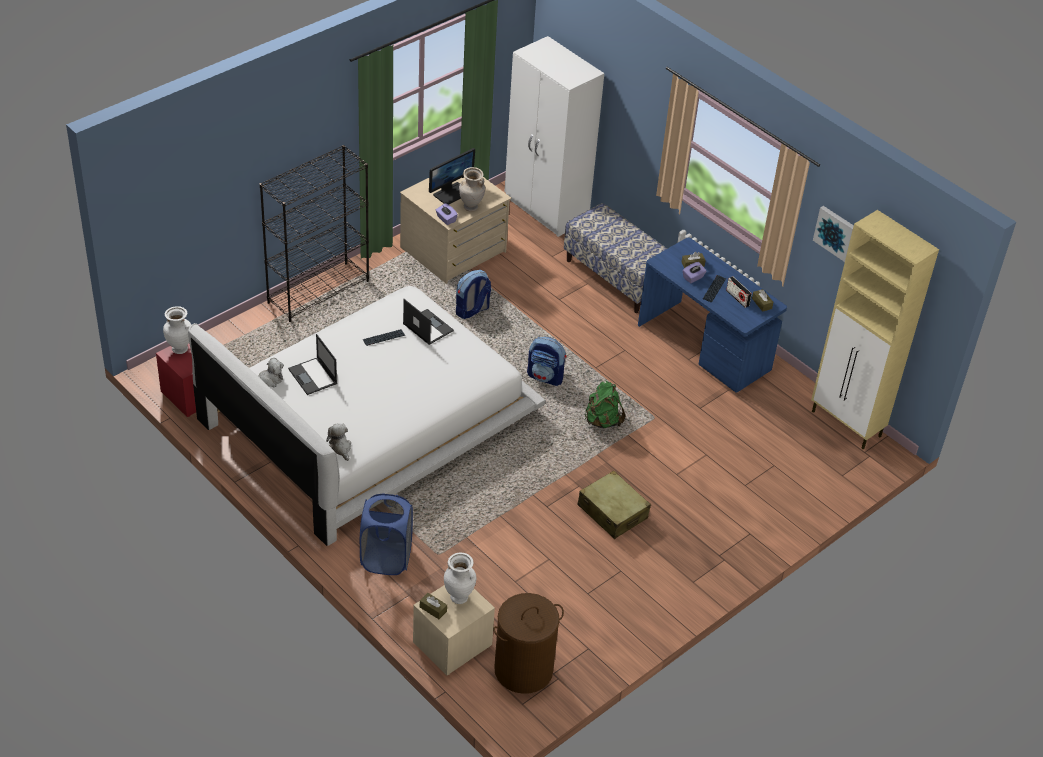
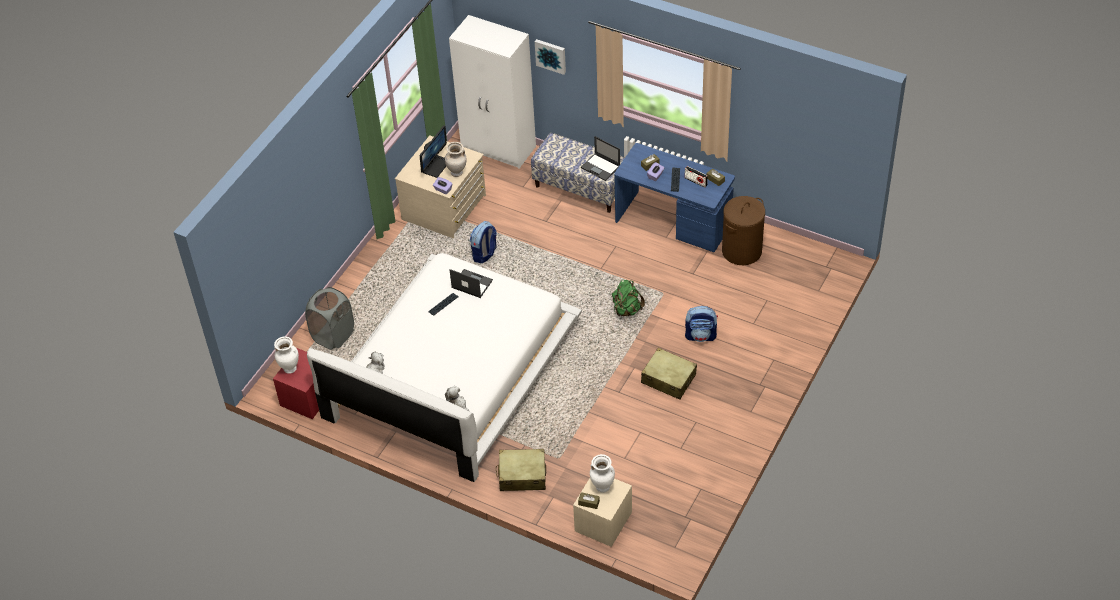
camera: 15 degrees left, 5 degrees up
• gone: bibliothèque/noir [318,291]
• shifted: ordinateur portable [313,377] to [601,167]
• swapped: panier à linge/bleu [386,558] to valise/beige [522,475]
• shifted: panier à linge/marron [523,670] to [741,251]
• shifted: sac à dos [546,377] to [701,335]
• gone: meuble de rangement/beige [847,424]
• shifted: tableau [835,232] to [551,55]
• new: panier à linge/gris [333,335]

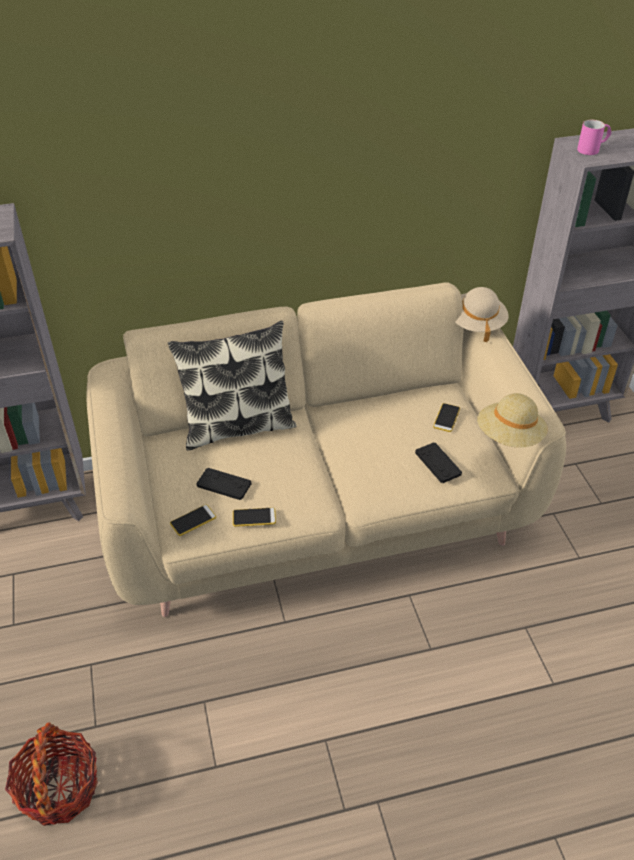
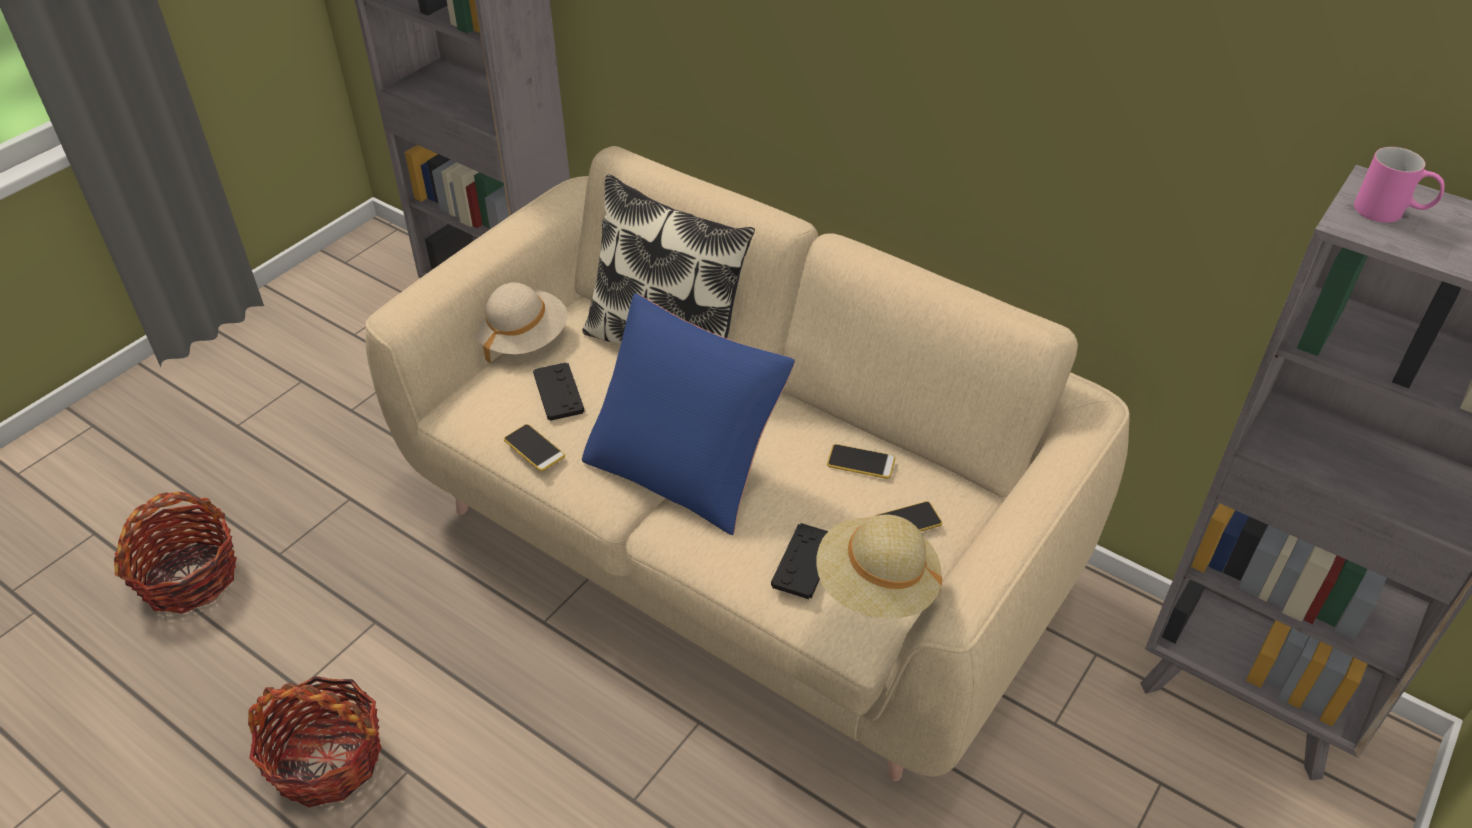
camera: 50 degrees right, 0 degrees up
• shifted: téléphone [193,520] to [861,462]
• shifted: chapeau/beige [475,324] to [522,338]
• new: panier [327,759]
• new: coussin/bleu [685,465]

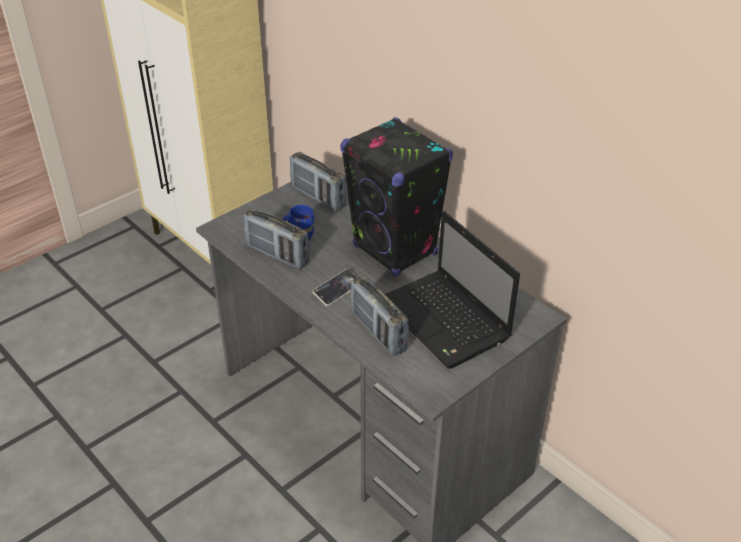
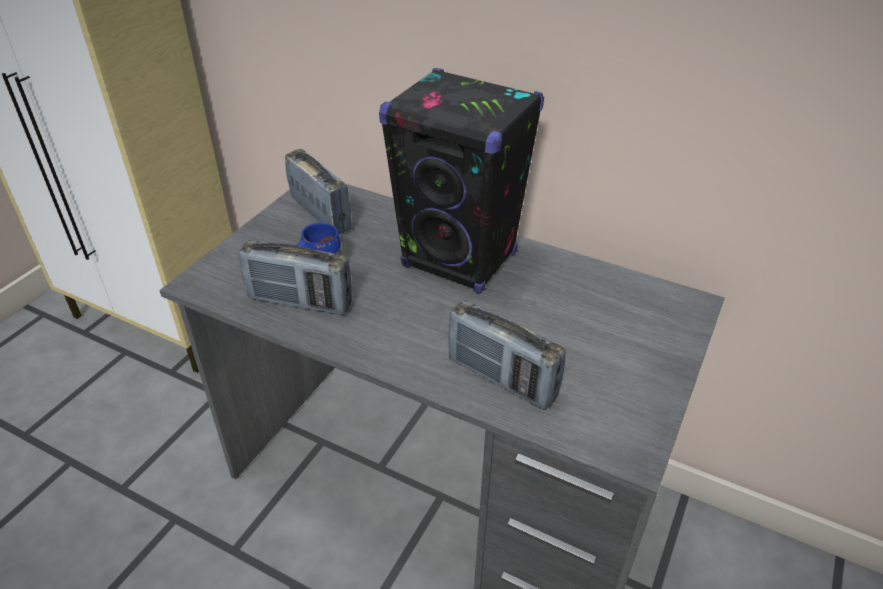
camera: 20 degrees left, 0 degrees up
• rotated: radio [318,197] = [320,214] 150 degrees counterclockwise
• gone: téléphone [337,290]
• gone: ordinateur portable [446,321]

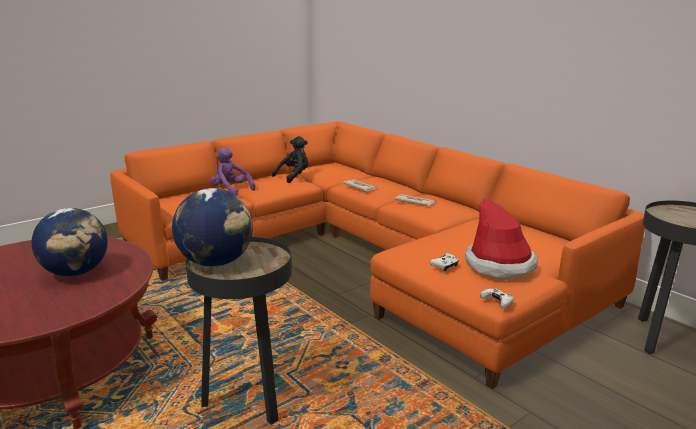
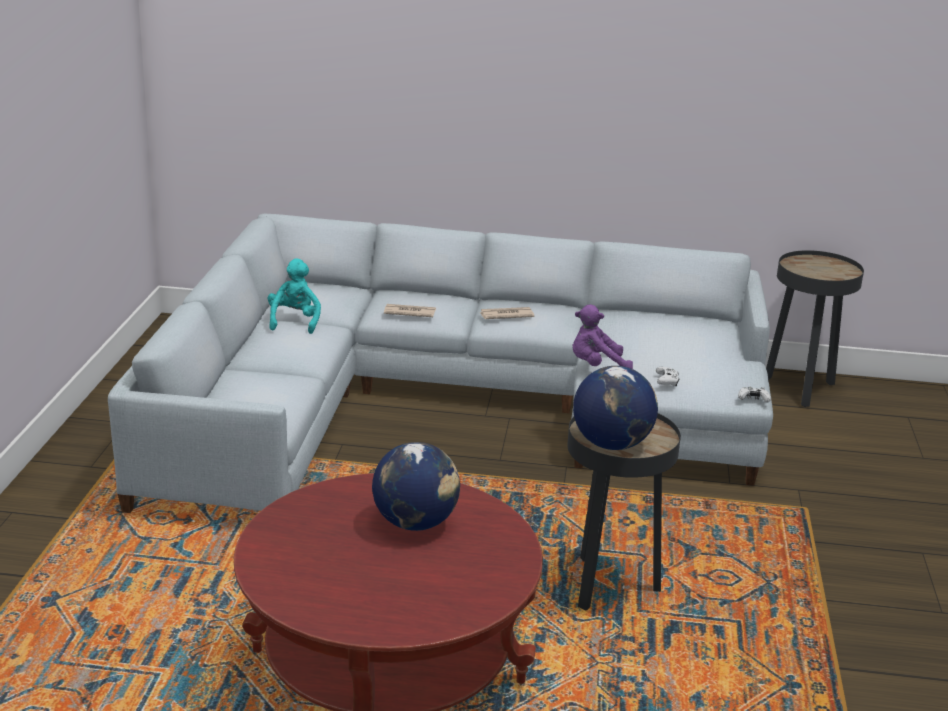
camera: 45 degrees left, 5 degrees up
• repainted: canapé/orange [365,256] to canapé/gris [447,405]
• shifted: peluche/violet [230,190] to [596,366]
• repainted: peluche/noir [294,176] to peluche/turquoise [294,321]
• gone: chapeau [499,265]

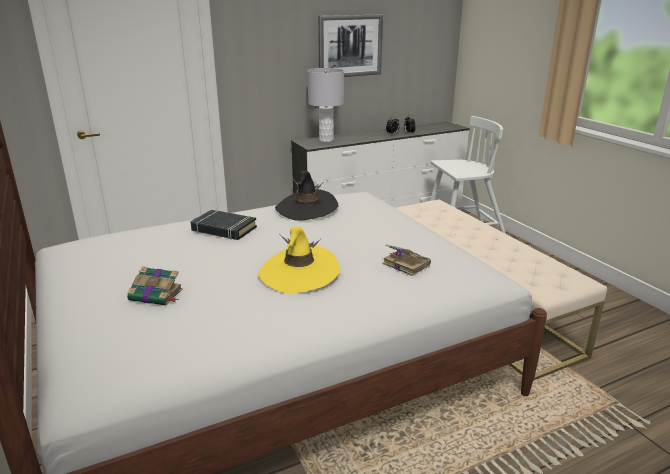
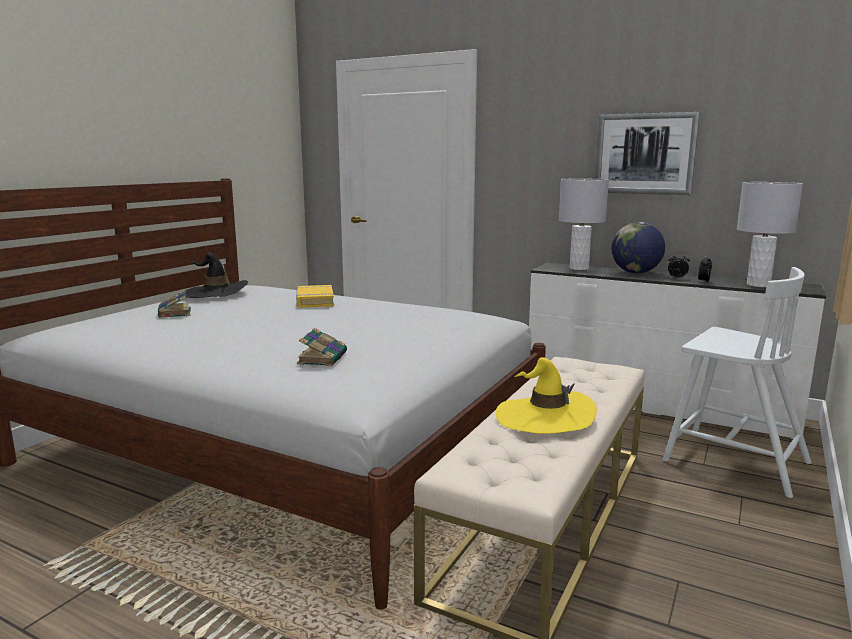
camera: 55 degrees right, 10 degrees down
• repainted: livre/noir [223,229] to livre/jaune [315,301]
• shifted: chapeau/jaune [299,273] to [545,417]
• shifted: chapeau/noir [306,208] to [215,294]
• new: globe [636,273]
• new: lampe de table/gris [758,285]

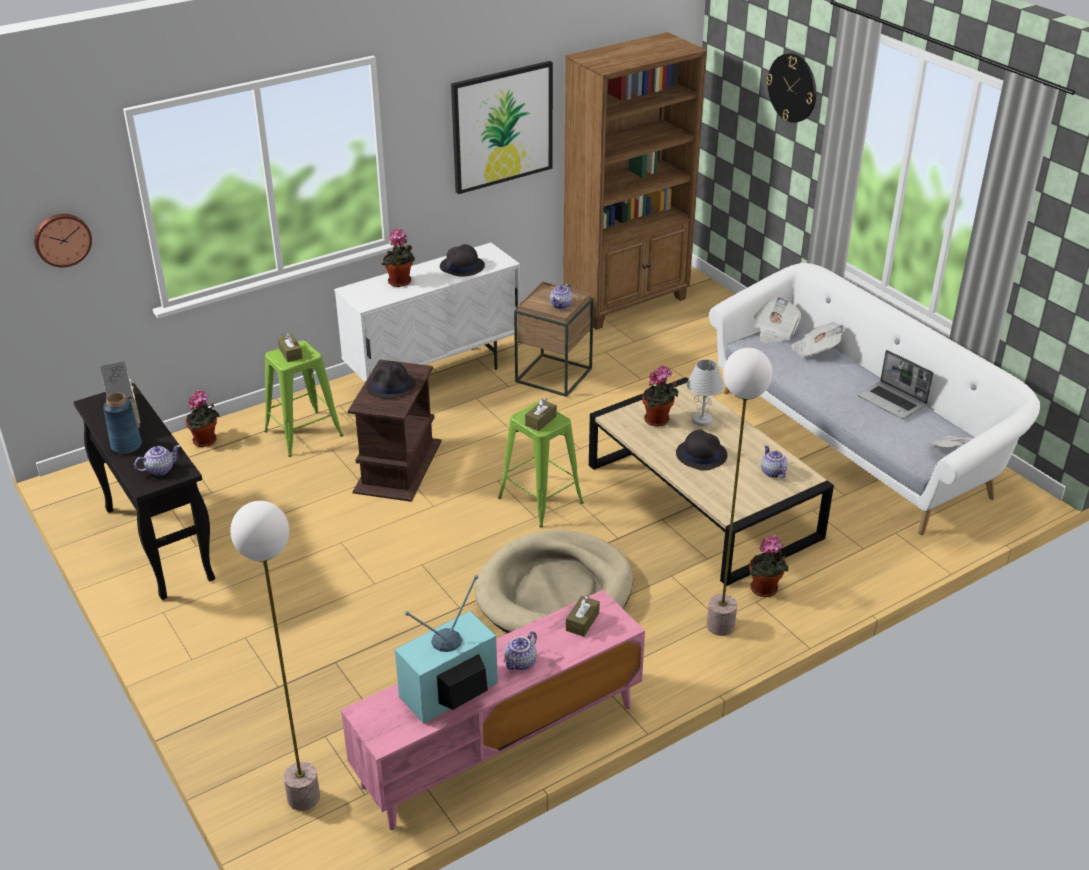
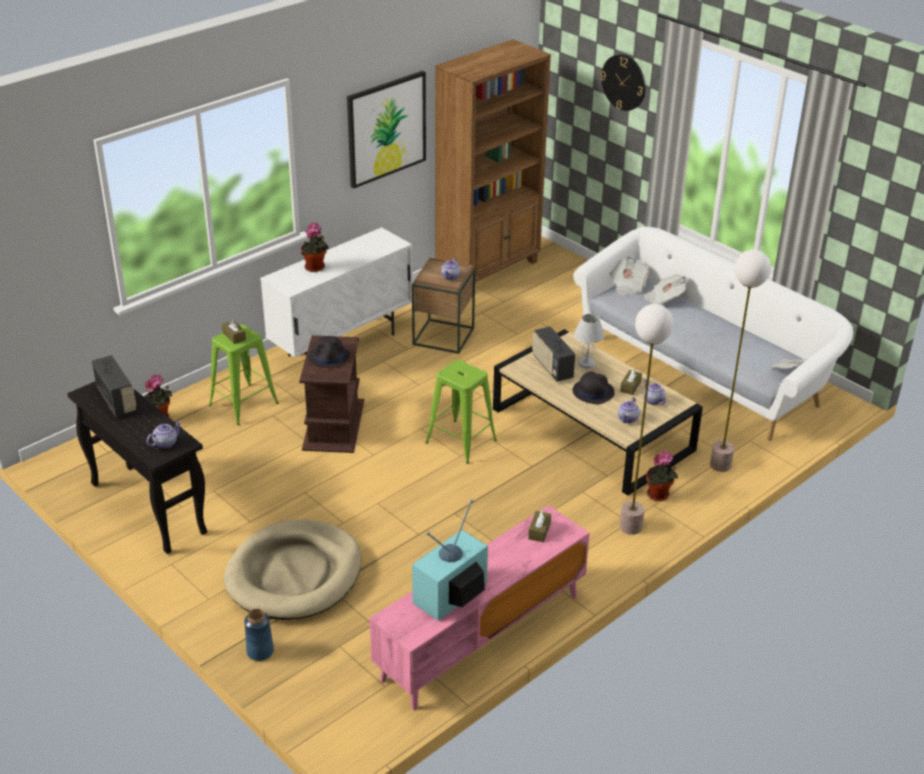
camera: 10 degrees left, 0 degrees up
• gone: horloge murale [62,239]
• shifted: vase/bleu [126,445] to [260,651]
• shifted: lampadaire [303,798] to [720,465]
• gone: chapeau/noir [462,267]
• shifted: panier pour chien/beige [555,592] to [294,574]
• shifted: théière [521,663] to [628,419]
• shifted: boîte à mouchoirs/marron [540,421] to [630,386]
• swapped: plante en pot [658,421] to radio [552,367]
• gone: ordinateur portable [892,401]

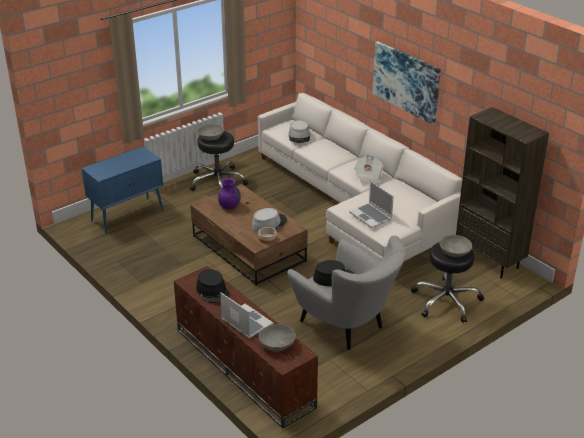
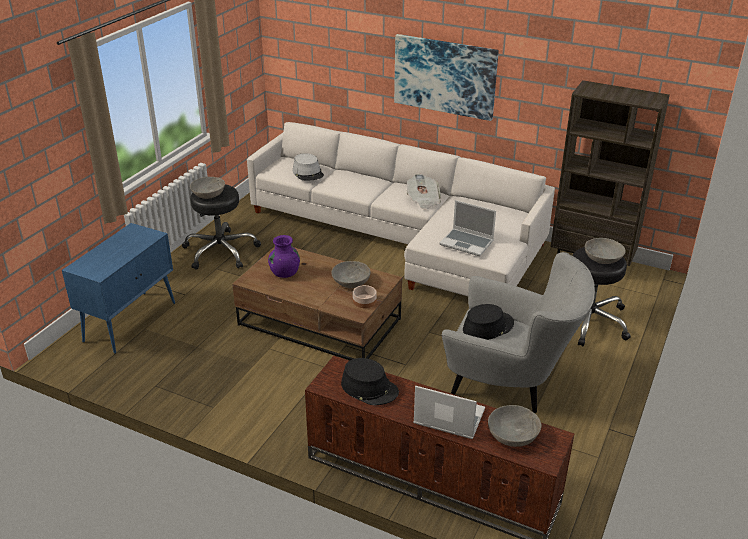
camera: 25 degrees left, 0 degrees up
• swapped: chapeau/gris [269,223] to bol/gris [351,282]

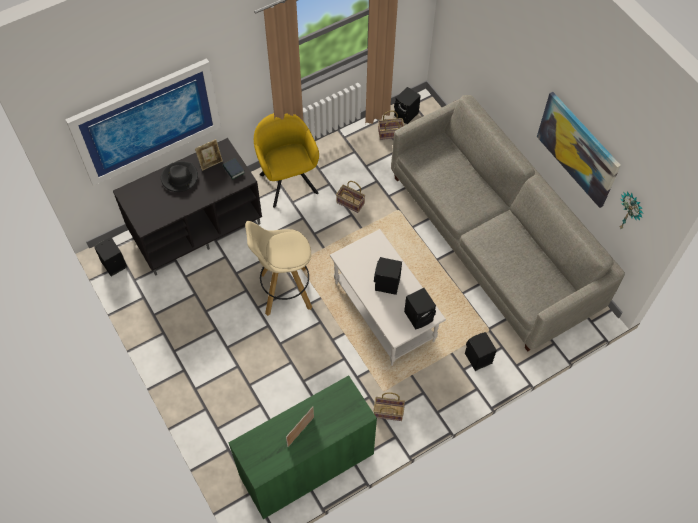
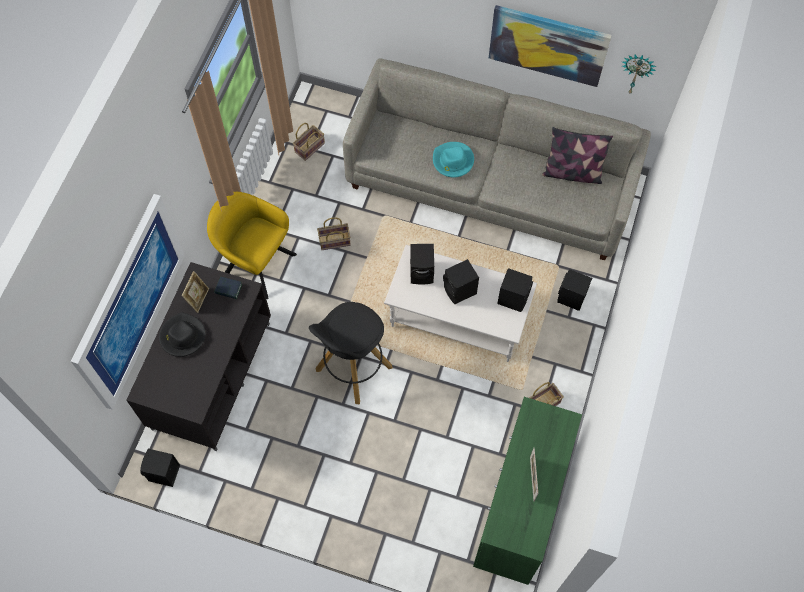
camera: 40 degrees left, 5 degrees up
• repainted: tabouret/beige [284,291] to tabouret/noir [353,369]
• shifted: enceinte/noir [406,115] to [422,272]
• new: chapeau/turquoise [453,161]
• new: coussin [572,173]

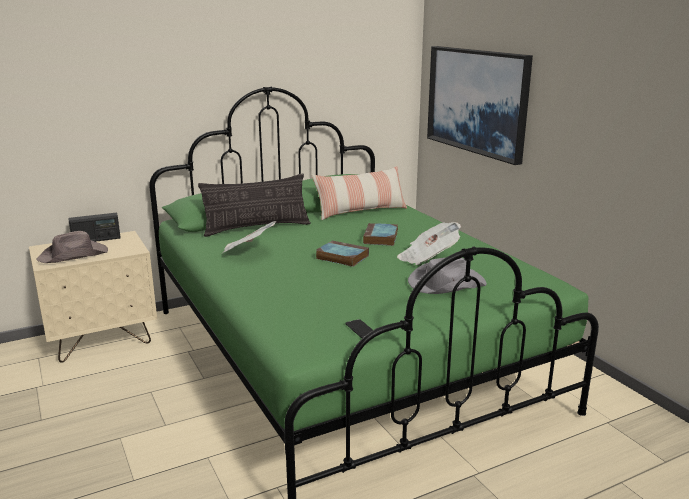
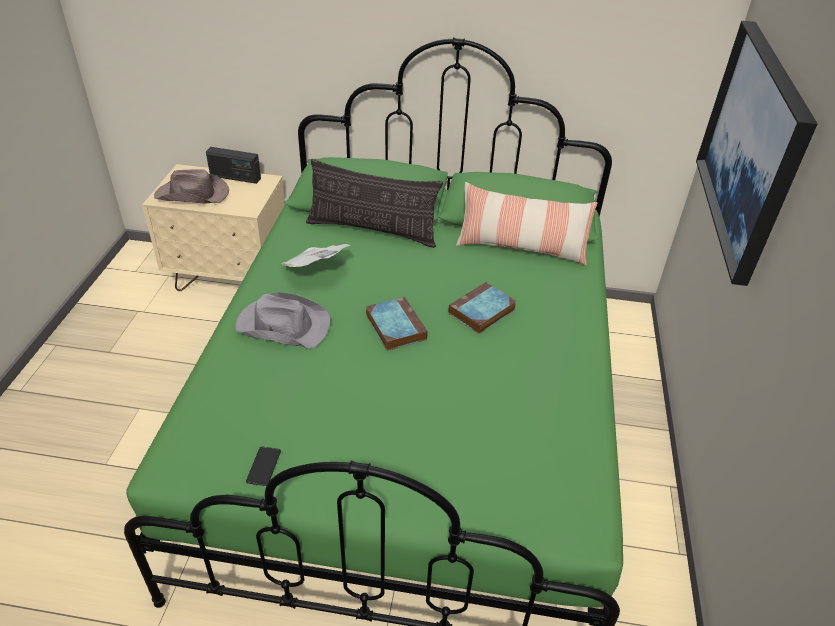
camera: 35 degrees right, 20 degrees up
• gone: journal [428,258]
• shifted: chapeau/gris [445,284] to [282,325]

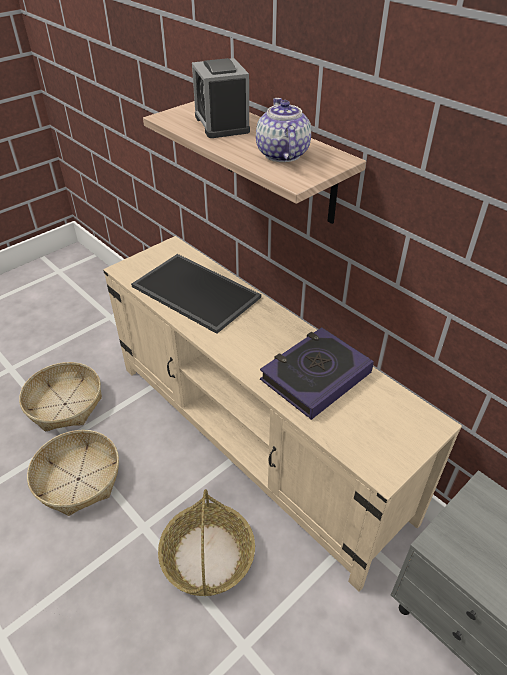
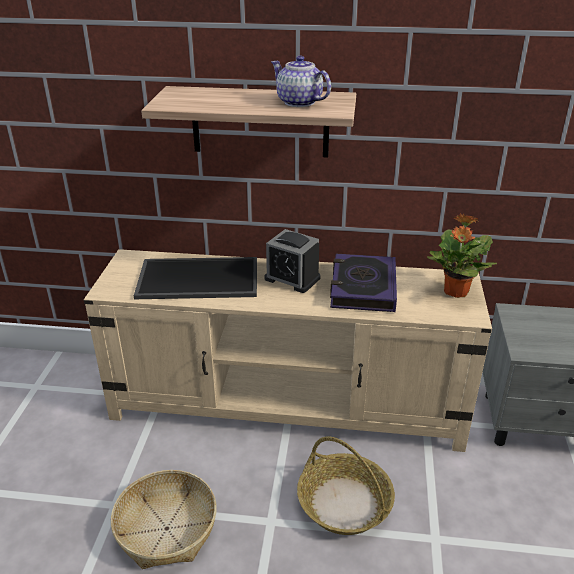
camera: 40 degrees left, 10 degrees down
• gone: panier [65,404]
• shifted: réveil [221,124] to [292,278]
• new: plante en pot [455,292]

